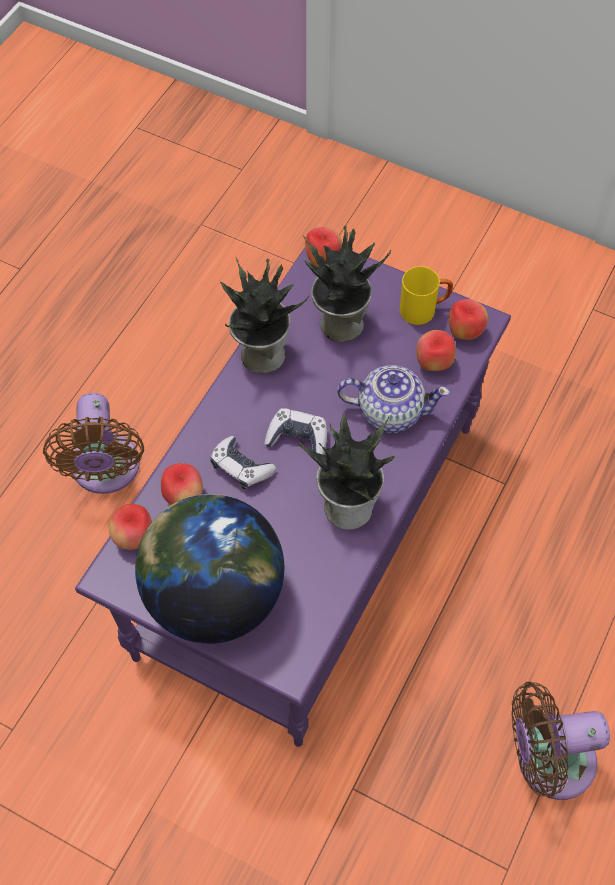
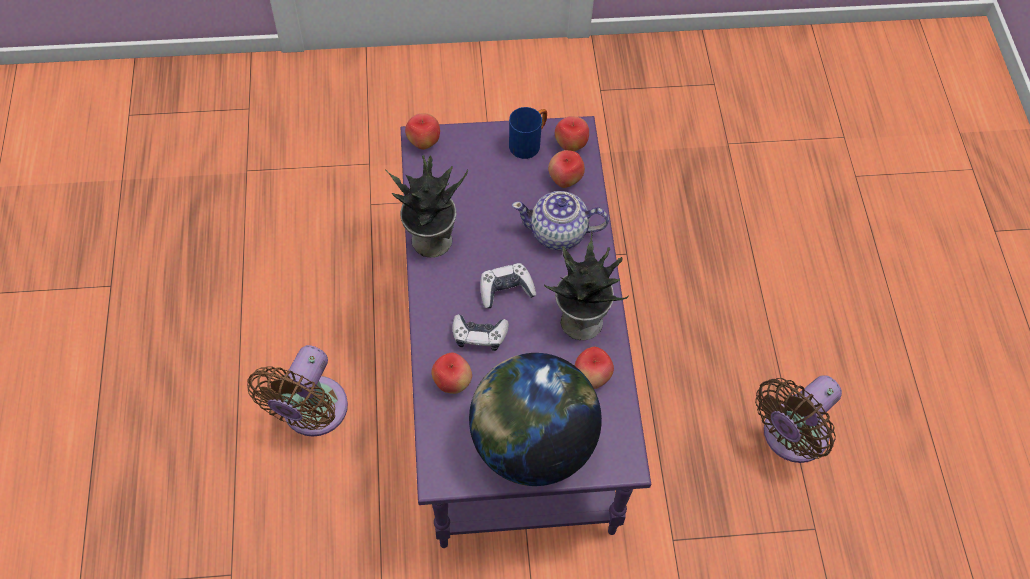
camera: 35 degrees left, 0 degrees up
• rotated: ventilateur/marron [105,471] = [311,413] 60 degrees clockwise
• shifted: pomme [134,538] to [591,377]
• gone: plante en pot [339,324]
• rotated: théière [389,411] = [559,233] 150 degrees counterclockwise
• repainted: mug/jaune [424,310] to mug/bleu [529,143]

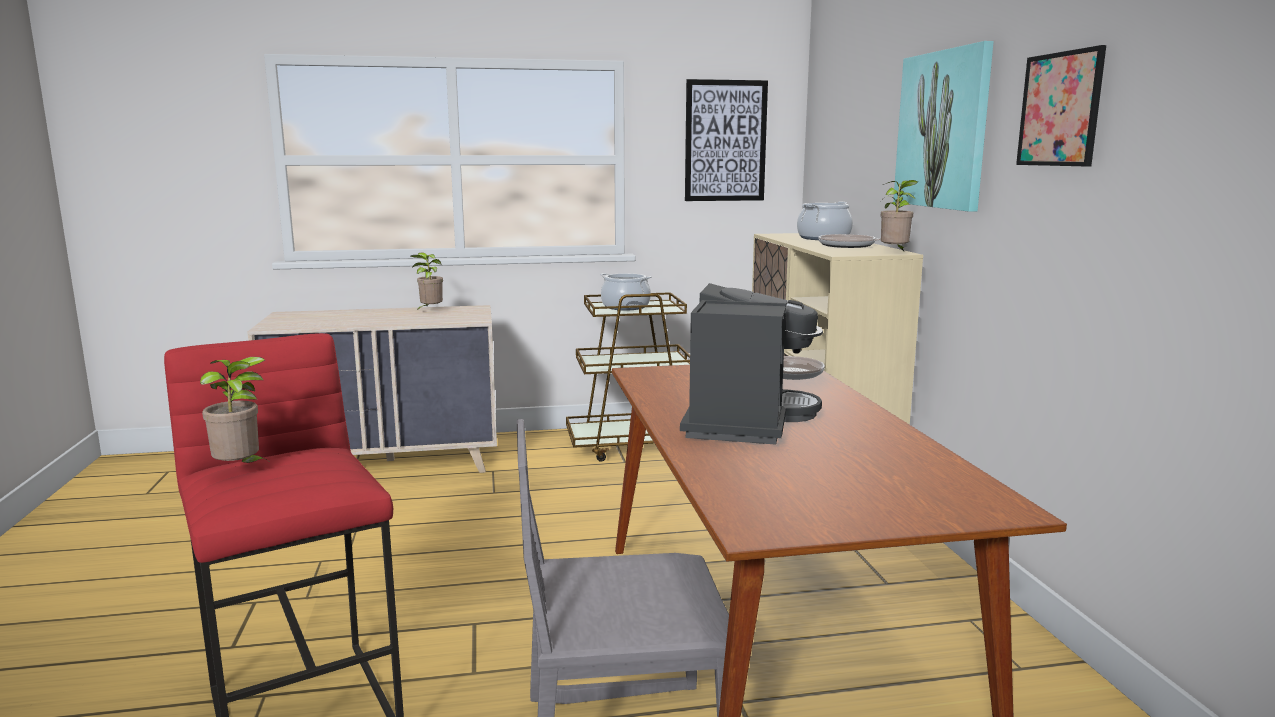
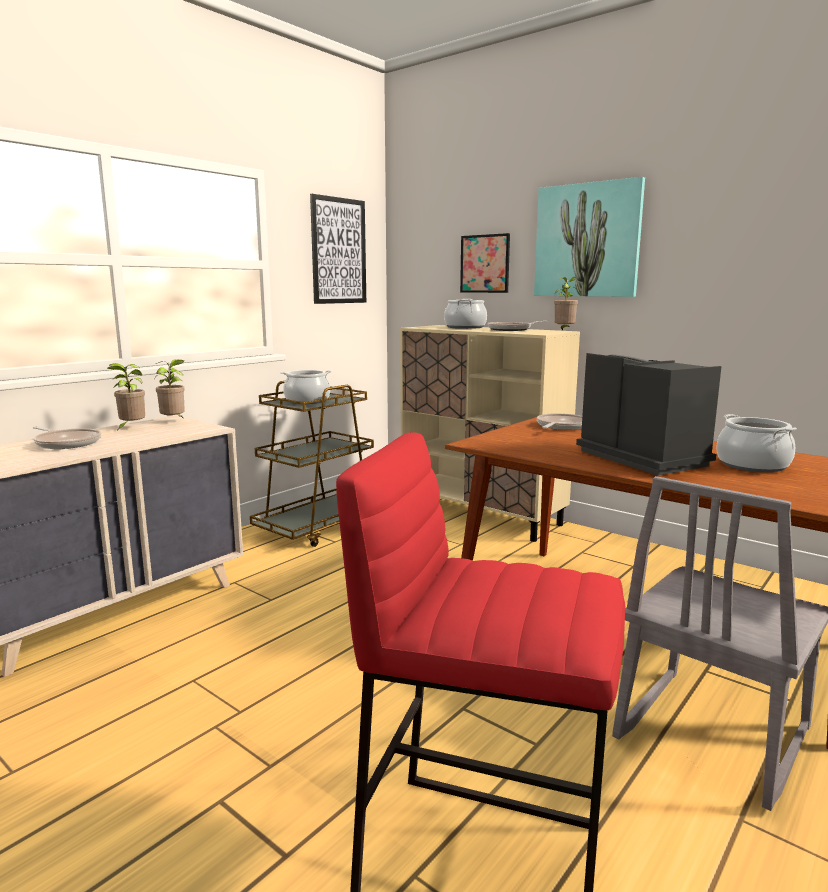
camera: 40 degrees left, 0 degrees up
• shifted: plante en pot [241,470] to [174,422]
• shifted: tableau [1060,109] to [485,264]
• new: poêle [66,443]
• new: marmite [752,465]

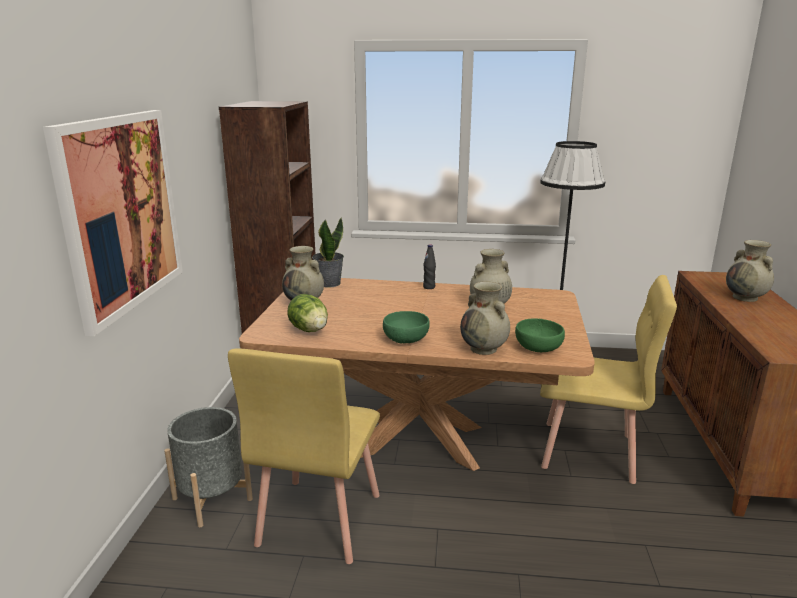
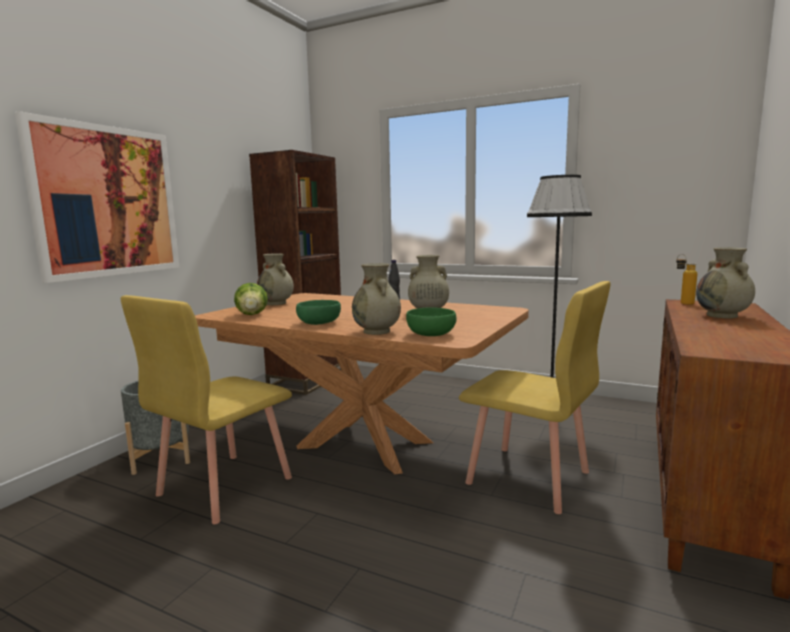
camera: 20 degrees right, 10 degrees down
• gone: plante en pot [328,283]
• new: bouteille [682,303]

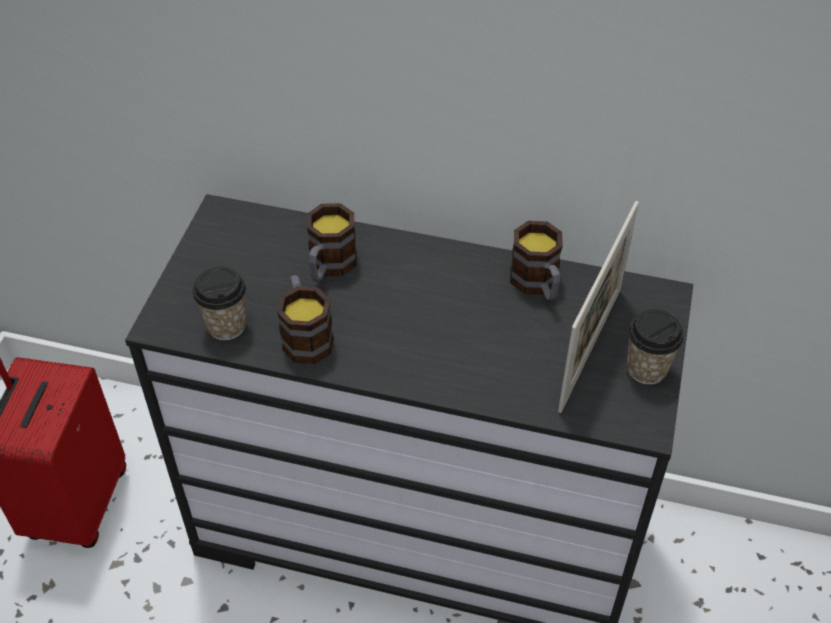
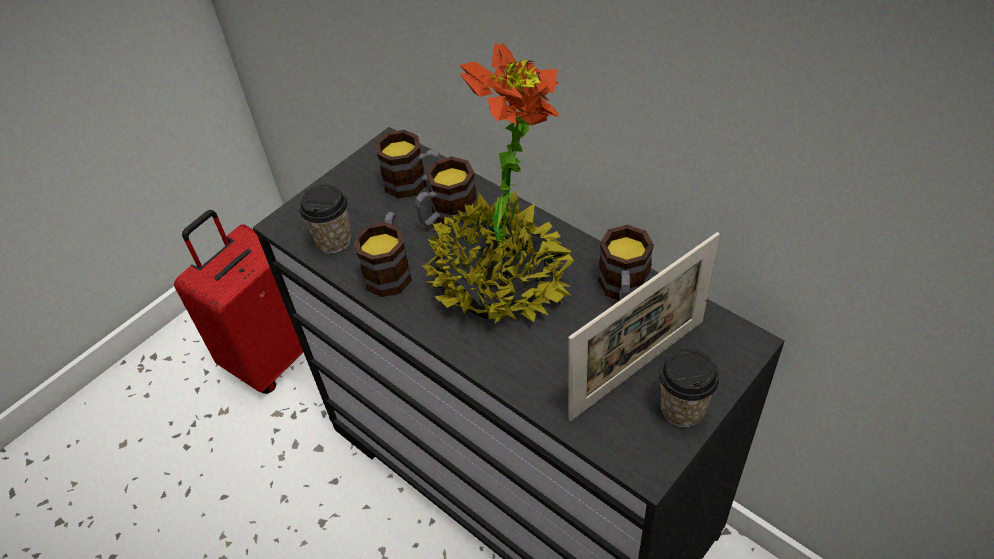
camera: 30 degrees right, 0 degrees up
• new: mug [414,184]
• new: plante en pot [499,281]

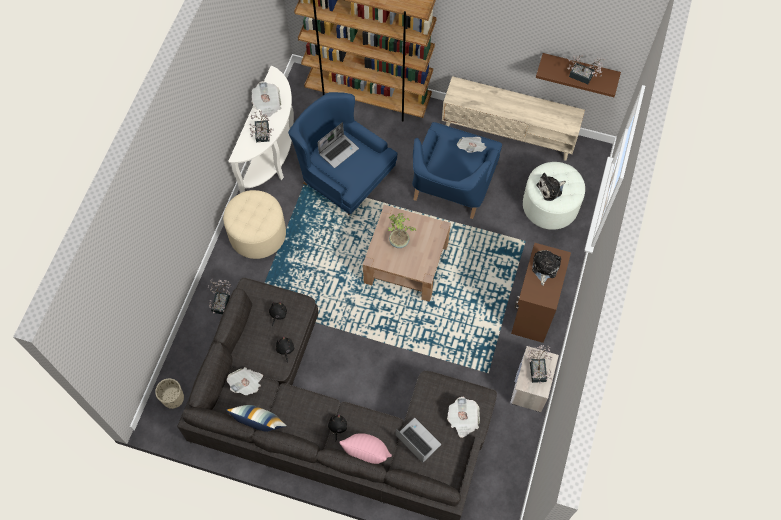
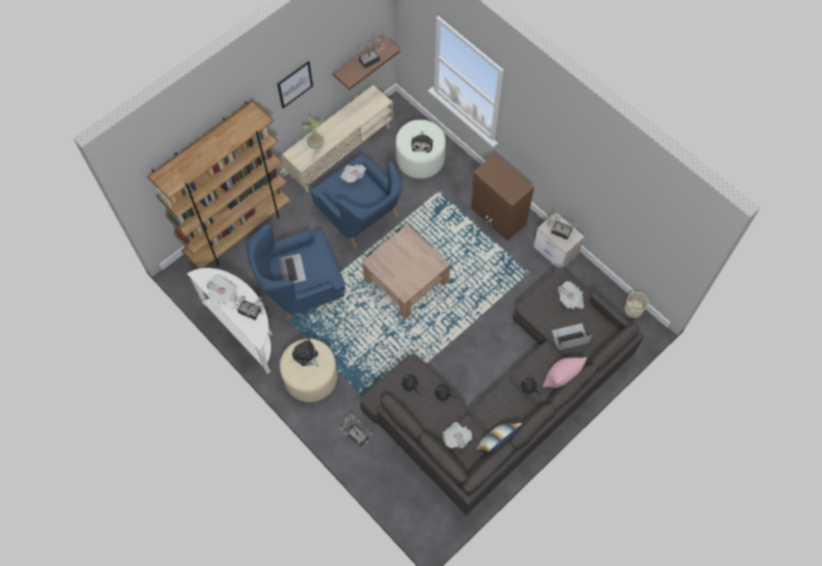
camera: 60 degrees left, 0 degrees up
• shifted: cache-pot/beige [173,398] to [633,310]
• shifted: plante en pot [399,242] to [316,144]
• shifted: peluche [544,268] to [306,356]
• new: tableau [295,84]

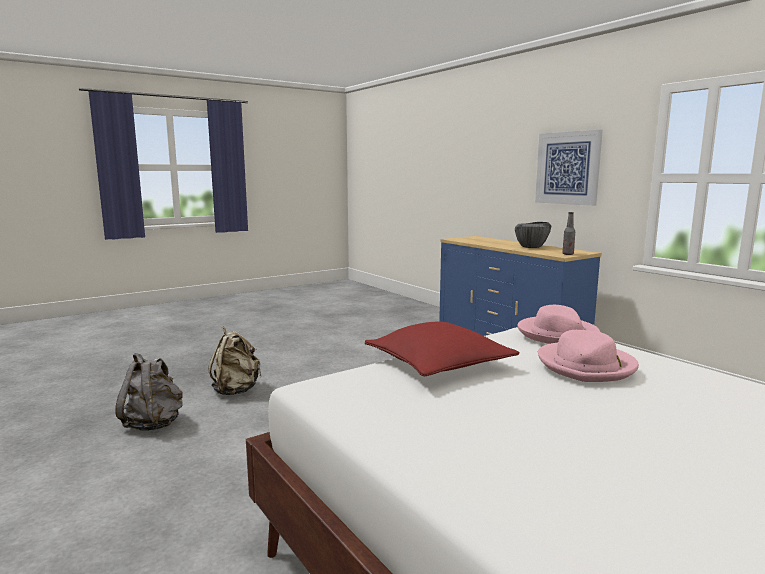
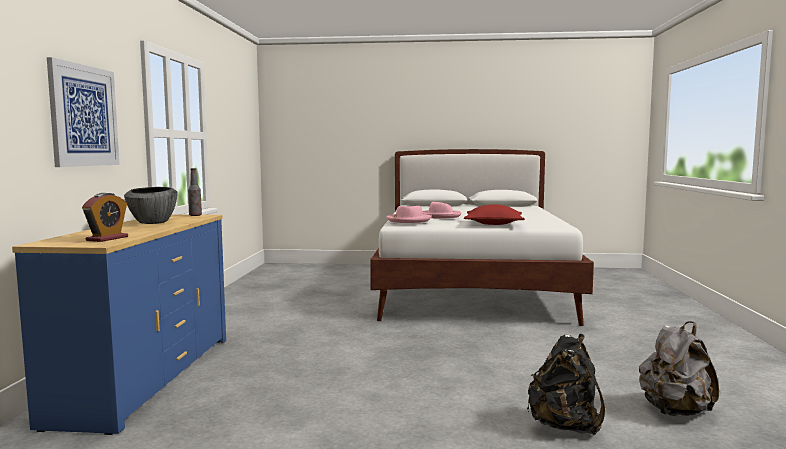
camera: 140 degrees left, 5 degrees down
• repainted: sac à dos/beige [236,390] to sac à dos/noir [565,426]
• new: réveil [107,238]

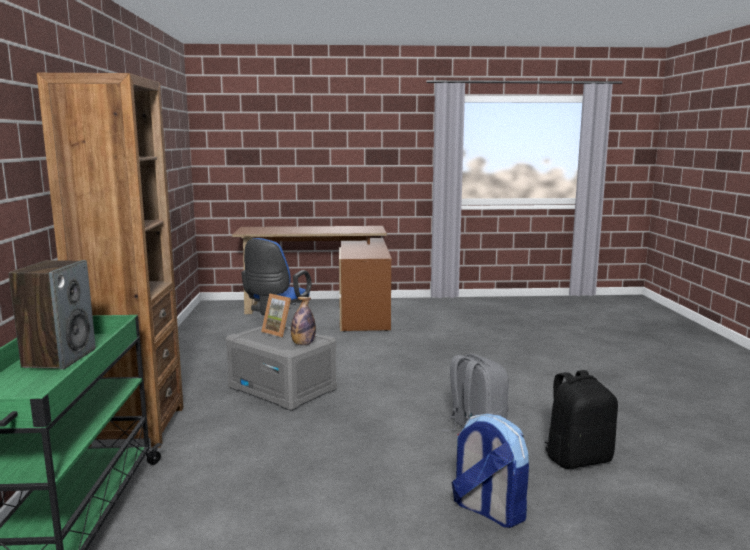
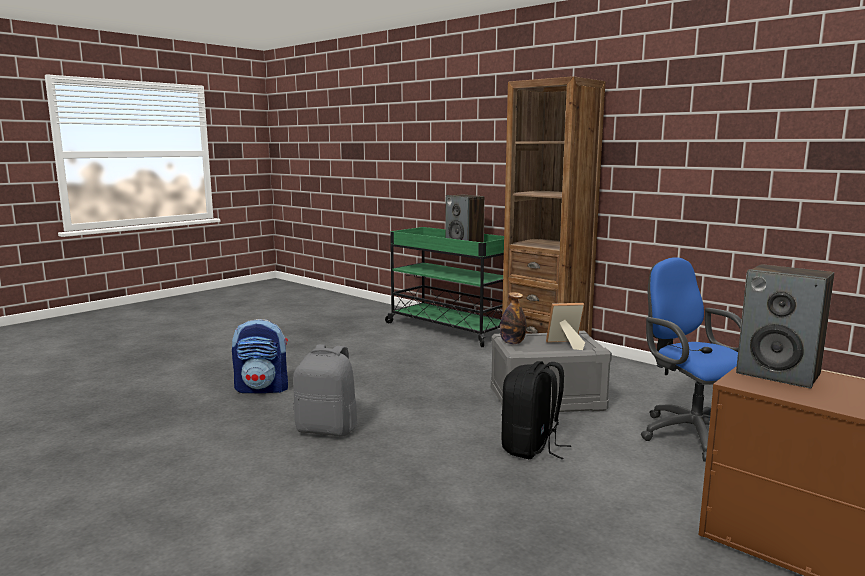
camera: 135 degrees right, 0 degrees up
• shifted: sac à dos/noir [577,459] to [531,448]
• new: enceinte [779,374]

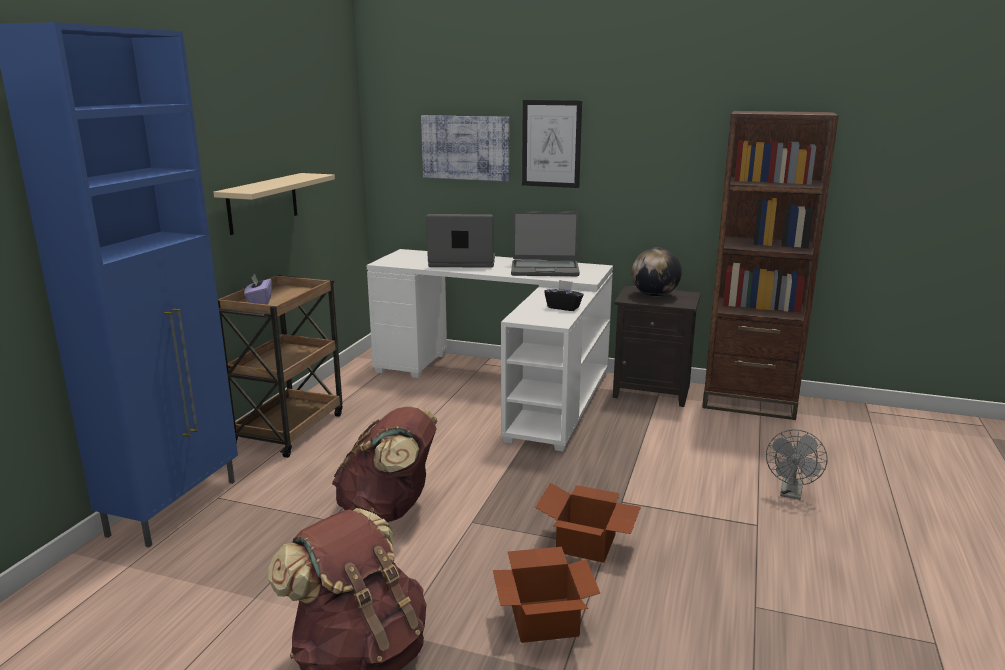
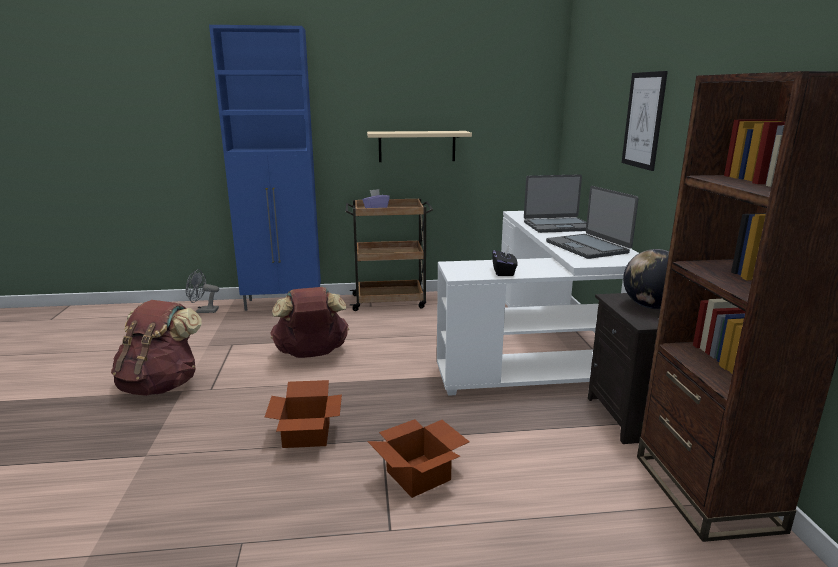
camera: 65 degrees right, 0 degrees up
• gone: tableau [465,147]
• rotated: ordinateur portable [462,262] = [558,226] 105 degrees clockwise
• shifted: carton [545,618] to [420,475]
• shifted: ventilateur/gris [791,493] to [203,311]

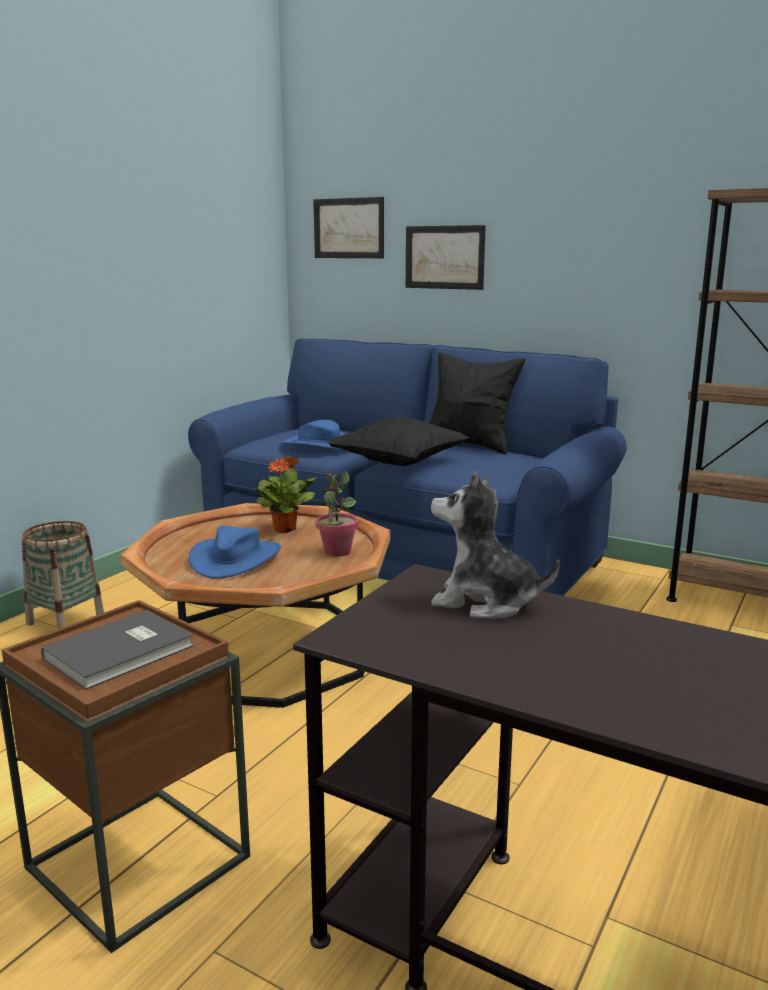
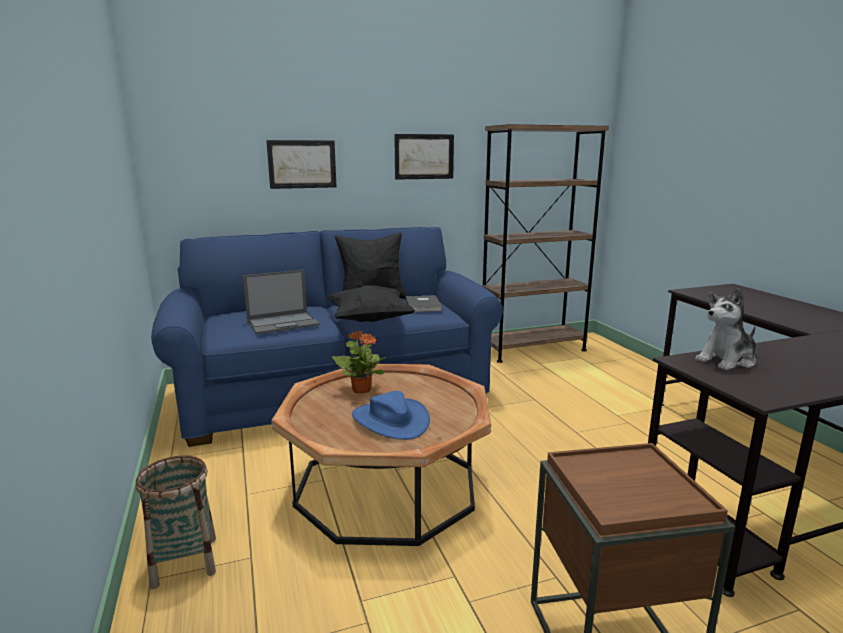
camera: 50 degrees left, 0 degrees up
• shifted: livre/gris [123,652] to [424,305]
• swapped: chapeau/bleu [319,445] to ordinateur portable [283,323]
• shifted: tableau [348,228] to [424,156]
• gone: plante en pot [337,552]

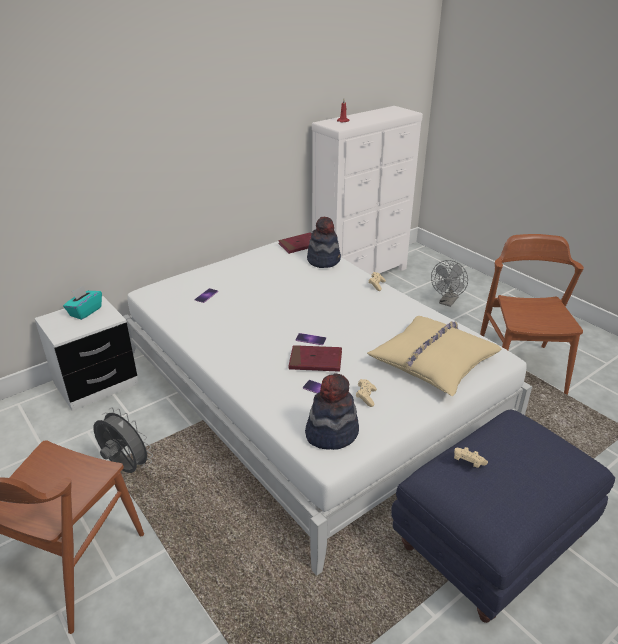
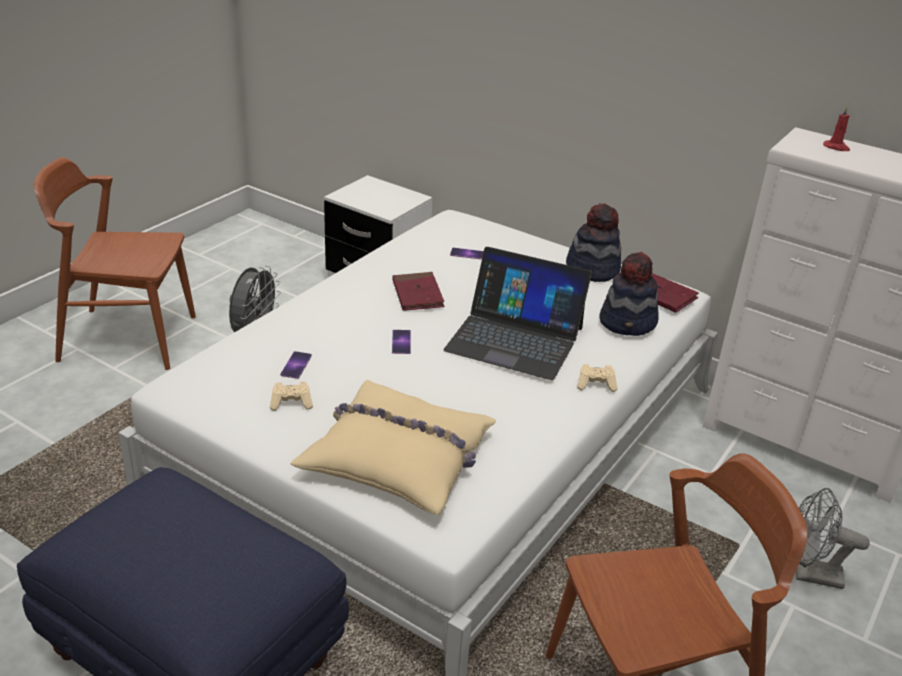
camera: 70 degrees right, 0 degrees up
• gone: boîte à mouchoirs/turquoise [85,311]
• shifted: livre/rouge [315,361] to [417,294]
• shifted: chapeau [331,432] to [592,269]
• gone: manette/beige [467,462]
• new: ordinateur portable [515,338]

